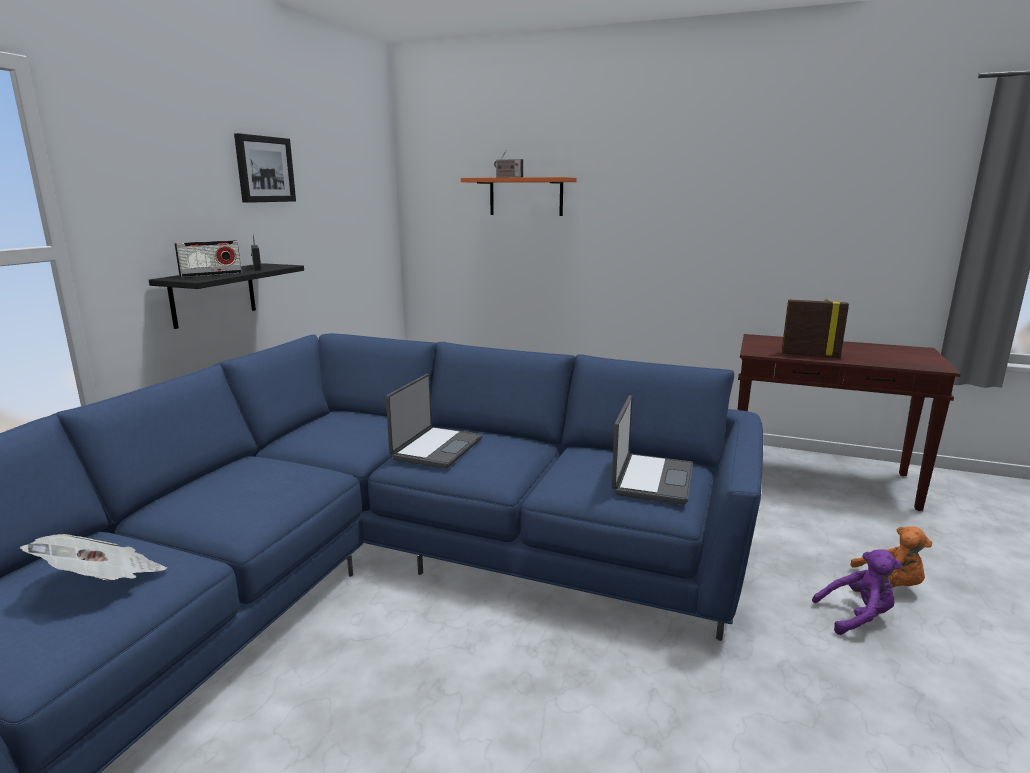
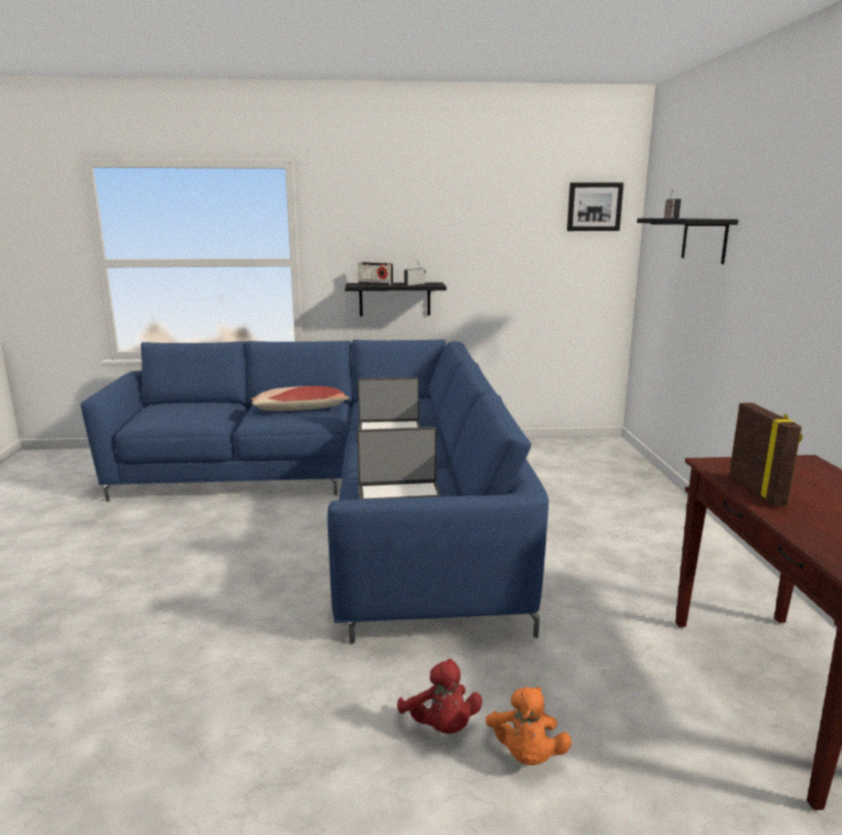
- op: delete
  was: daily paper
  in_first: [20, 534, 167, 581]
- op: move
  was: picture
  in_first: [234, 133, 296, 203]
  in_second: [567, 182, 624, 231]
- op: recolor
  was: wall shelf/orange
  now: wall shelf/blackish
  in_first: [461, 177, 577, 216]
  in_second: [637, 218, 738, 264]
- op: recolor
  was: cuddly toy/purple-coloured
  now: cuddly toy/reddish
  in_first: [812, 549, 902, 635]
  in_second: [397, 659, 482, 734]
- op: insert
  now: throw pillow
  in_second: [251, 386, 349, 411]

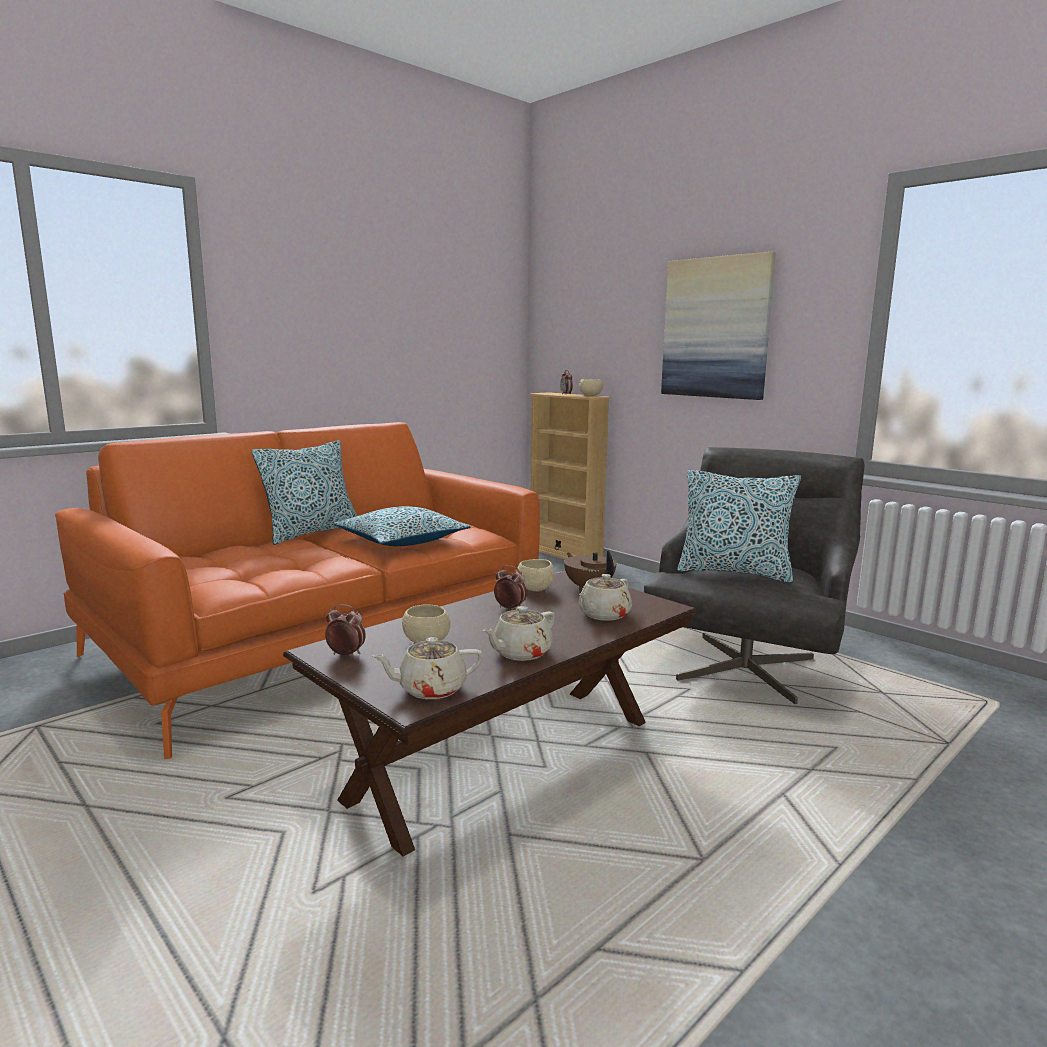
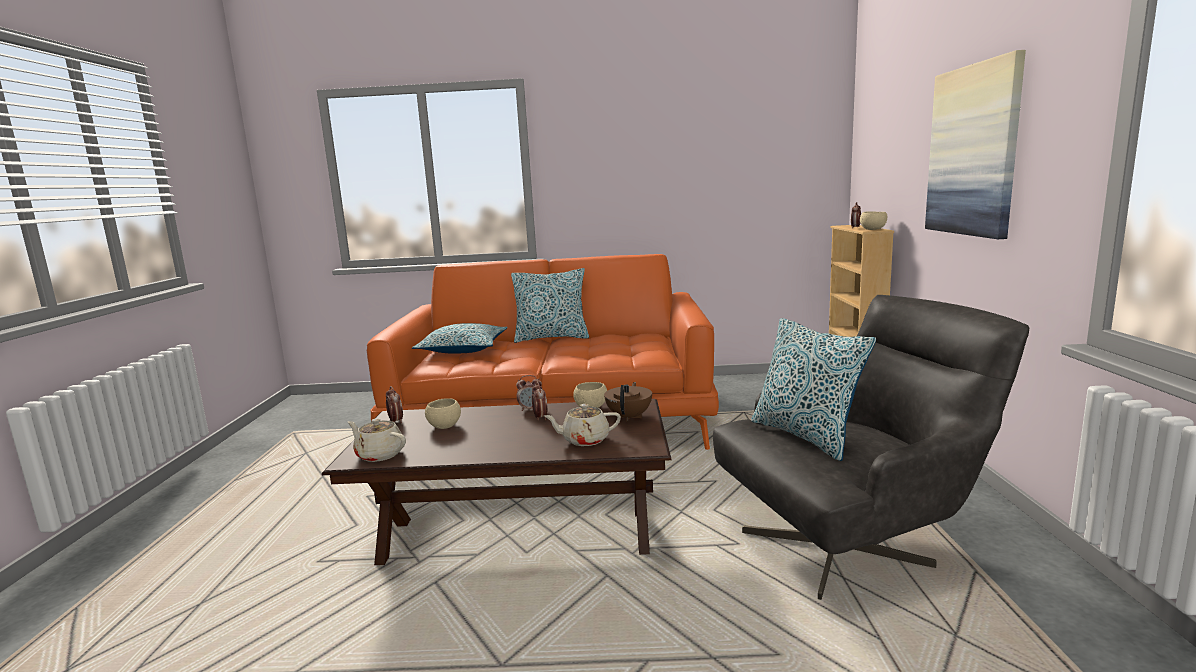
- op: move
  was: throw pillow
  in_first: [334, 506, 471, 546]
  in_second: [412, 323, 508, 353]
- op: delete
  was: tea pot/beige-coloured
  in_first: [483, 606, 555, 661]
- op: insert
  now: bedside clock
  in_second: [516, 375, 542, 411]

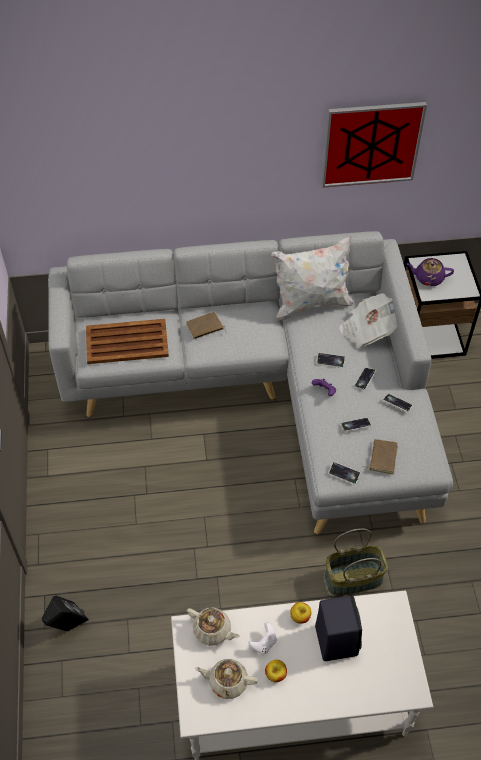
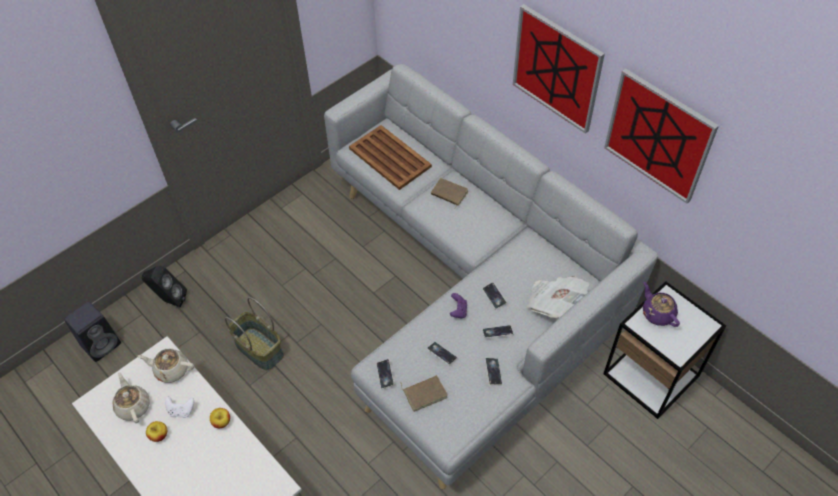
- op: rotate
  was: tea pot/beige-coloured
  in_first: [187, 607, 240, 646]
  in_second: [138, 349, 194, 383]
  clockwise: 105
- op: delete
  was: throw pillow/whitish
  in_first: [271, 235, 354, 320]
- op: move
  was: audio speaker/blackish
  in_first: [315, 595, 362, 661]
  in_second: [64, 302, 121, 362]
- op: move
  was: household basket
  in_first: [325, 528, 388, 596]
  in_second: [225, 297, 284, 370]
- op: insert
  now: picture
  in_second: [513, 4, 605, 134]

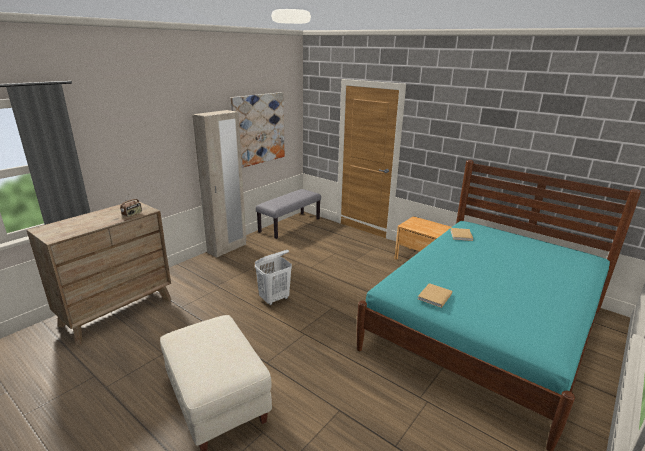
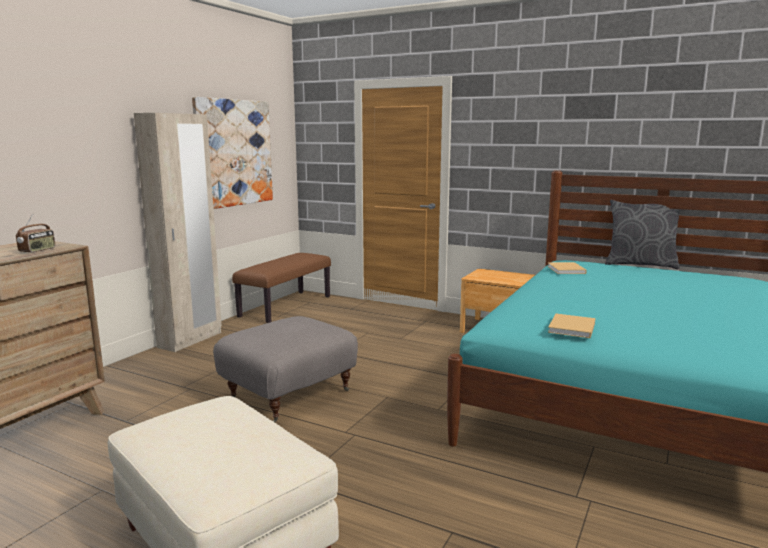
- op: replace
  was: washing basket/whitish
  now: pouffe/gray
  in_first: [255, 250, 292, 305]
  in_second: [213, 316, 358, 422]
- op: recolor
  was: indoor bench/gray
  now: indoor bench/brown-coloured
  in_first: [256, 189, 321, 239]
  in_second: [232, 253, 331, 323]
- op: insert
  now: throw pillow/gray
  in_second: [605, 200, 681, 269]

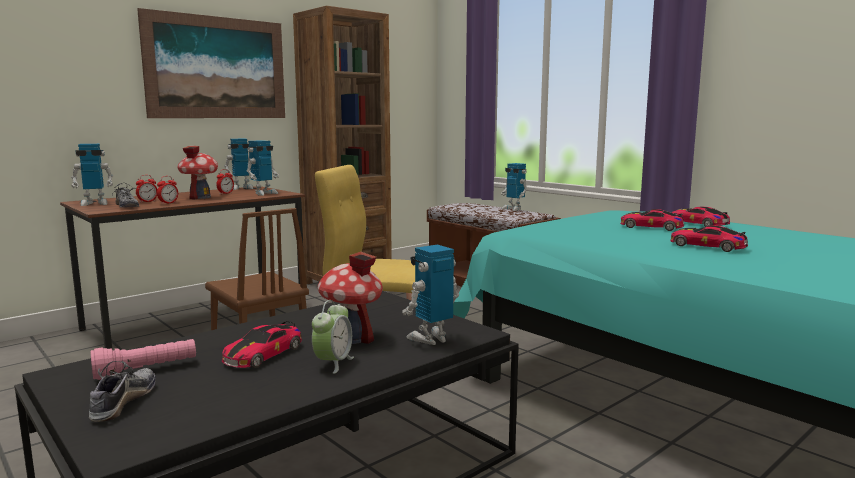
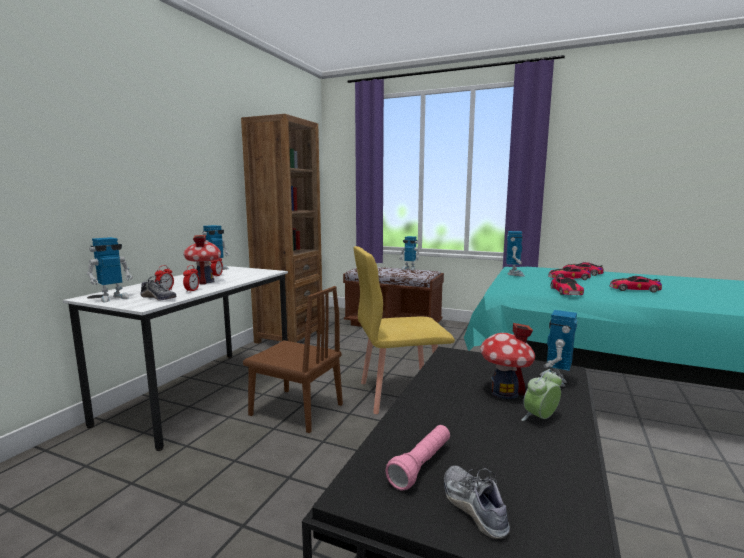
- op: recolor
  was: desk table/brown-coloured
  now: desk table/whitish
  in_first: [60, 186, 305, 349]
  in_second: [63, 266, 288, 451]
- op: delete
  was: picture
  in_first: [137, 8, 285, 118]
- op: move
  was: model car
  in_first: [222, 321, 302, 368]
  in_second: [551, 276, 584, 295]
- op: move
  was: model robot
  in_first: [246, 140, 279, 196]
  in_second: [506, 231, 525, 277]
- op: rotate
  was: bedside clock
  in_first: [312, 300, 354, 374]
  in_second: [521, 369, 562, 421]
  clockwise: -120

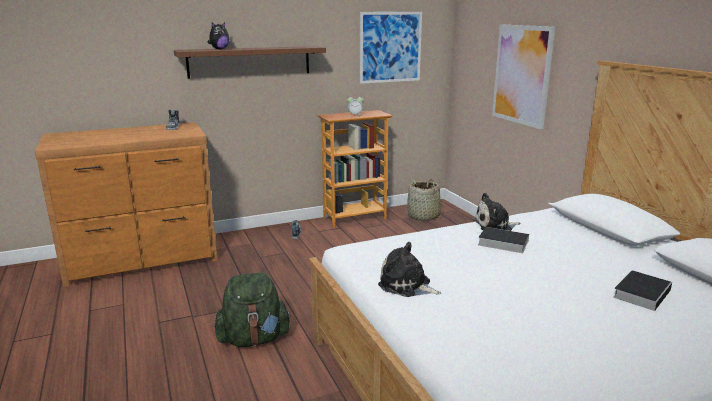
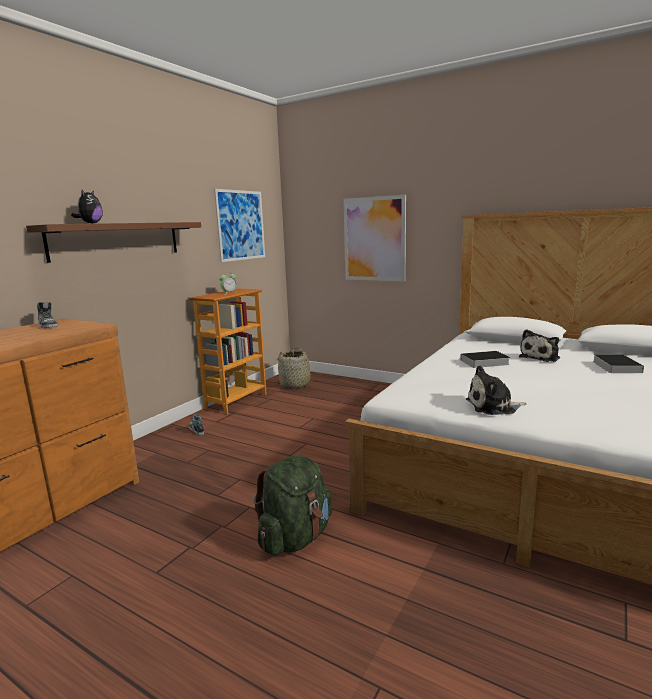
- op: move
  was: cuddly toy
  in_first: [473, 193, 520, 231]
  in_second: [519, 329, 560, 362]

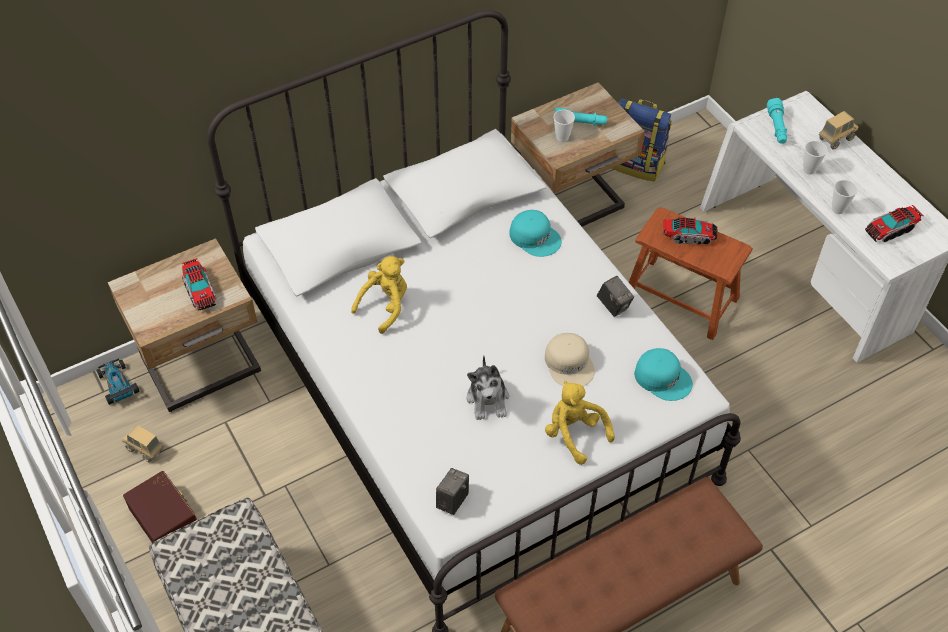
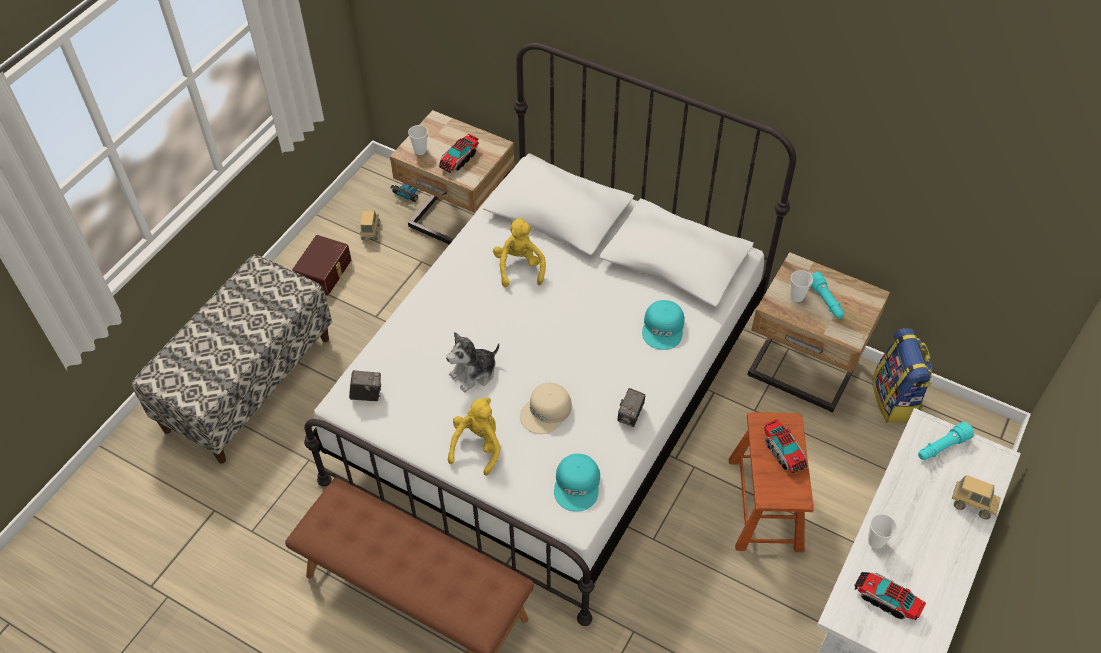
- op: rotate
  was: cuddly toy/yellowish
  in_first: [351, 256, 407, 334]
  in_second: [493, 218, 546, 287]
  clockwise: -105
- op: move
  was: small cup
  in_first: [803, 141, 828, 175]
  in_second: [408, 125, 428, 155]

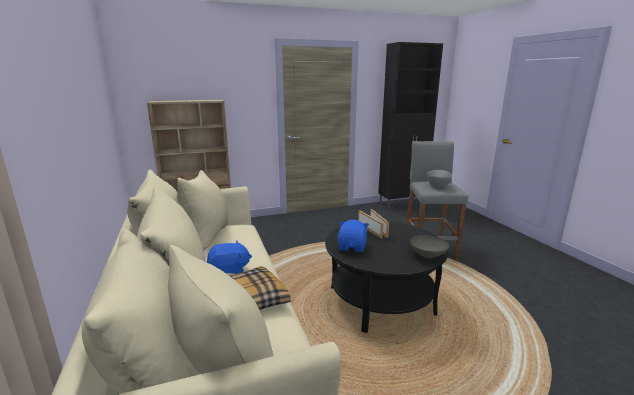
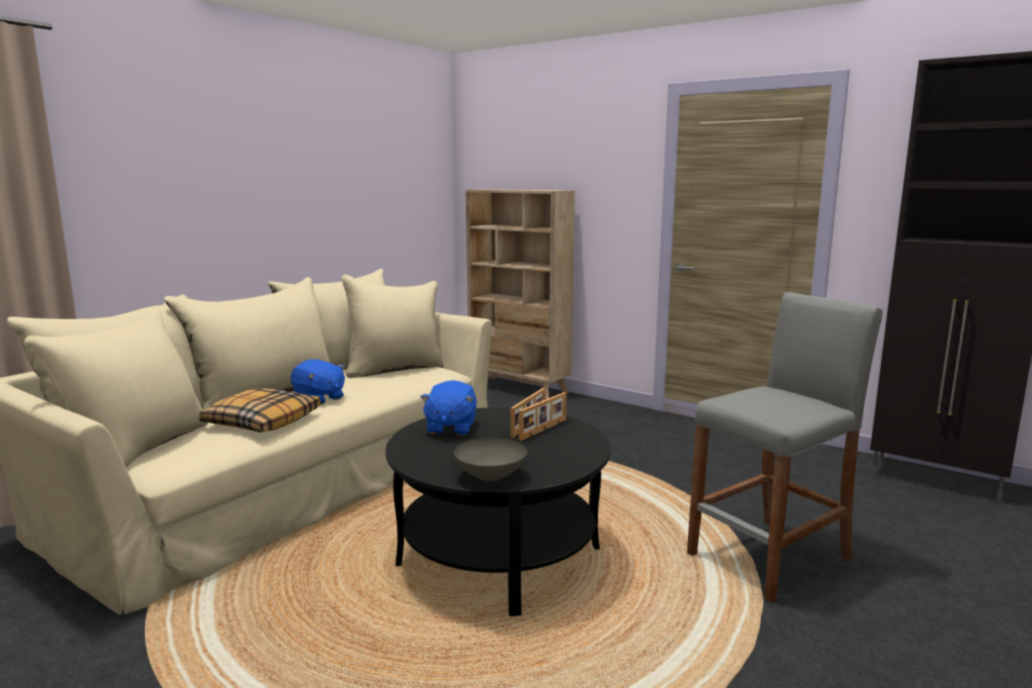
- op: rotate
  was: cuddly toy/blue-coloured
  in_first: [338, 220, 369, 252]
  in_second: [420, 380, 477, 436]
  clockwise: 120
- op: delete
  was: deep dish/gray
  in_first: [427, 170, 452, 188]

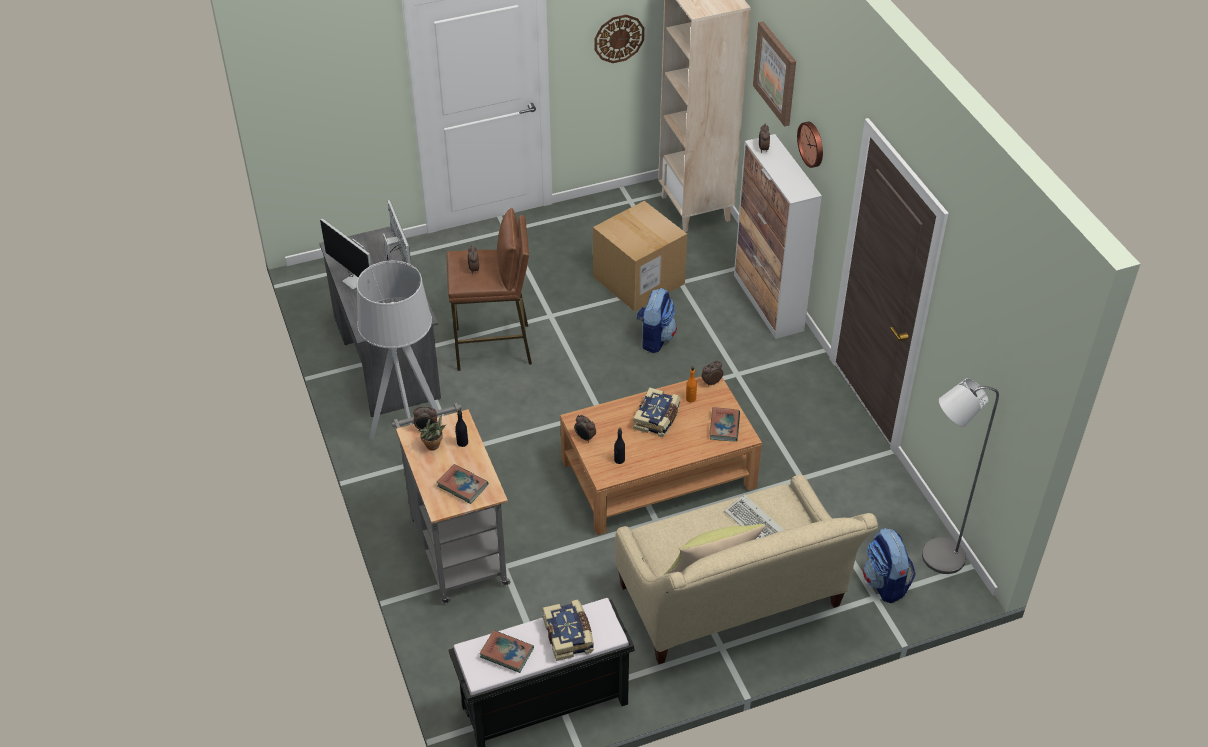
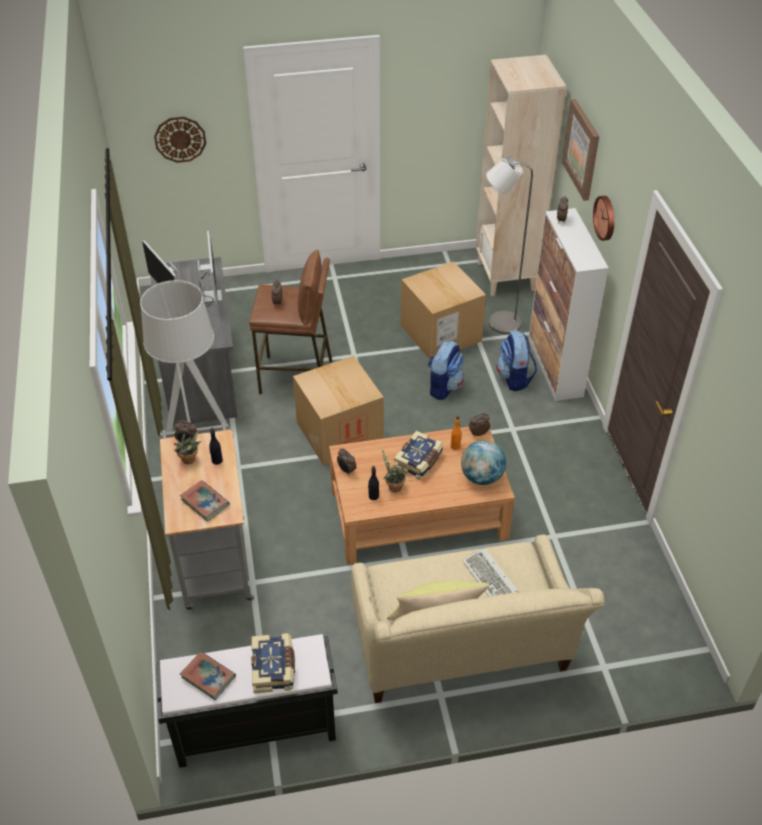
- op: move
  was: hanging clock
  in_first: [595, 15, 645, 63]
  in_second: [154, 117, 206, 163]
- op: replace
  was: bound book
  now: world globe
  in_first: [709, 407, 740, 442]
  in_second: [461, 440, 506, 485]
- op: move
  was: backpack
  in_first: [863, 528, 916, 603]
  in_second: [496, 330, 537, 392]
- op: move
  was: floor lamp/gray
  in_first: [922, 378, 999, 574]
  in_second: [486, 156, 533, 334]
- op: insert
  now: carton
  in_second: [293, 356, 384, 466]
- op: insert
  now: houseplant
  in_second: [382, 449, 405, 492]

